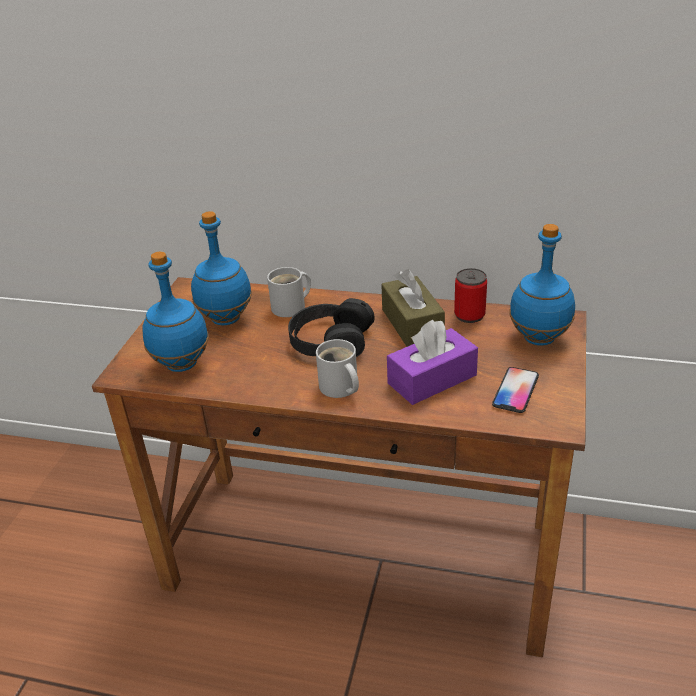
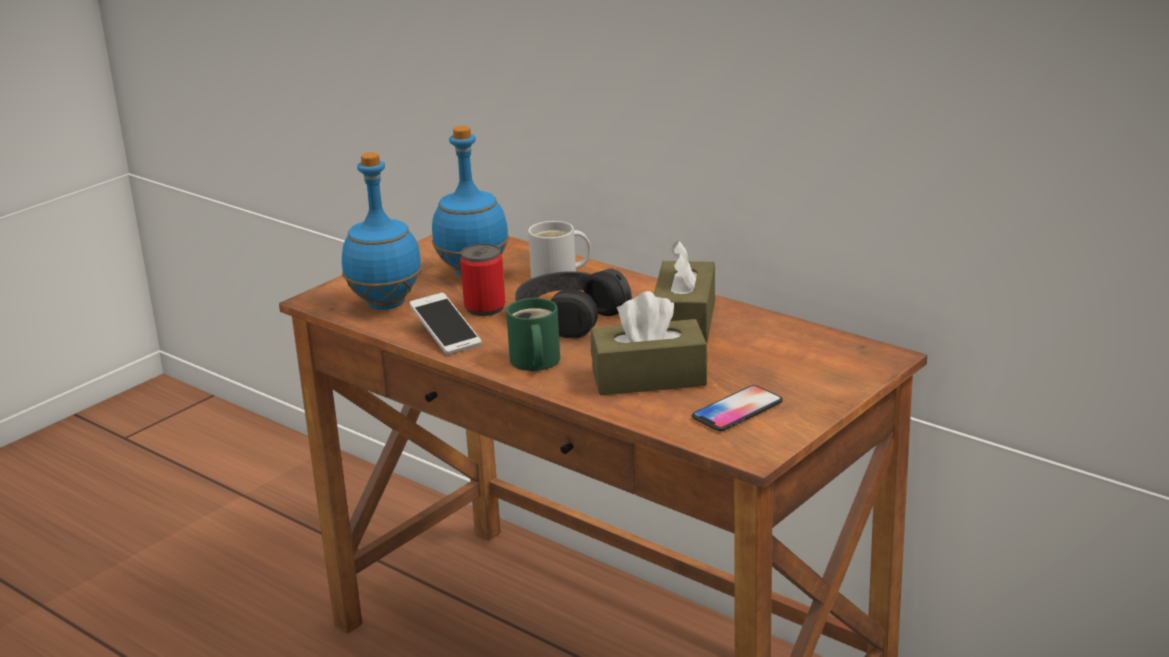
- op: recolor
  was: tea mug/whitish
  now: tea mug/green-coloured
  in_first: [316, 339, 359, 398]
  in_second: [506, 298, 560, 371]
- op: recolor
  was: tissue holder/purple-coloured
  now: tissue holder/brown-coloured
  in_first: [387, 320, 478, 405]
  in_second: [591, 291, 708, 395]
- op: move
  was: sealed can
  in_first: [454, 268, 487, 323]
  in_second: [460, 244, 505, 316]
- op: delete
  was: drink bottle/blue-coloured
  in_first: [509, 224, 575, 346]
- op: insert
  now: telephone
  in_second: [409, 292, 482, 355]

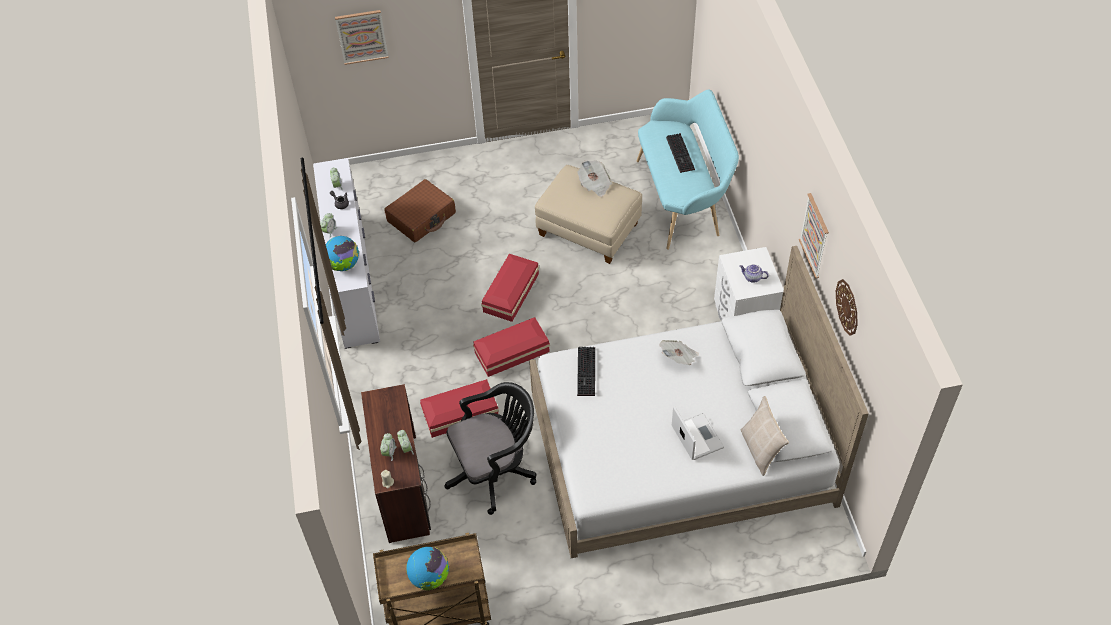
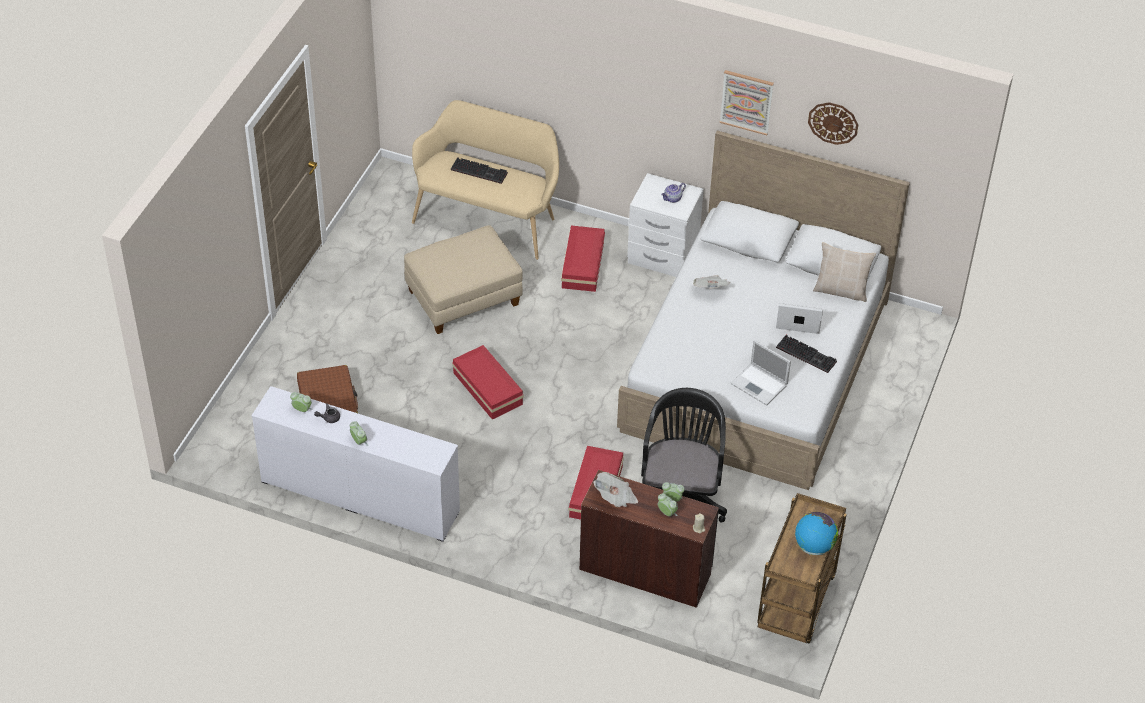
- op: delete
  was: world globe
  in_first: [326, 236, 359, 271]
- op: delete
  was: picture
  in_first: [335, 10, 388, 65]
- op: move
  was: storage box/reddish
  in_first: [473, 317, 550, 377]
  in_second: [561, 226, 605, 292]
- op: move
  was: daily paper
  in_first: [577, 160, 612, 197]
  in_second: [593, 472, 638, 508]
- op: move
  was: PC keyboard
  in_first: [577, 347, 595, 396]
  in_second: [776, 335, 837, 373]
- op: recolor
  was: indoor bench/turquoise
  now: indoor bench/beige-coloured
  in_first: [636, 89, 739, 250]
  in_second: [412, 100, 559, 260]
- op: insert
  now: notebook computer
  in_second: [731, 340, 791, 406]

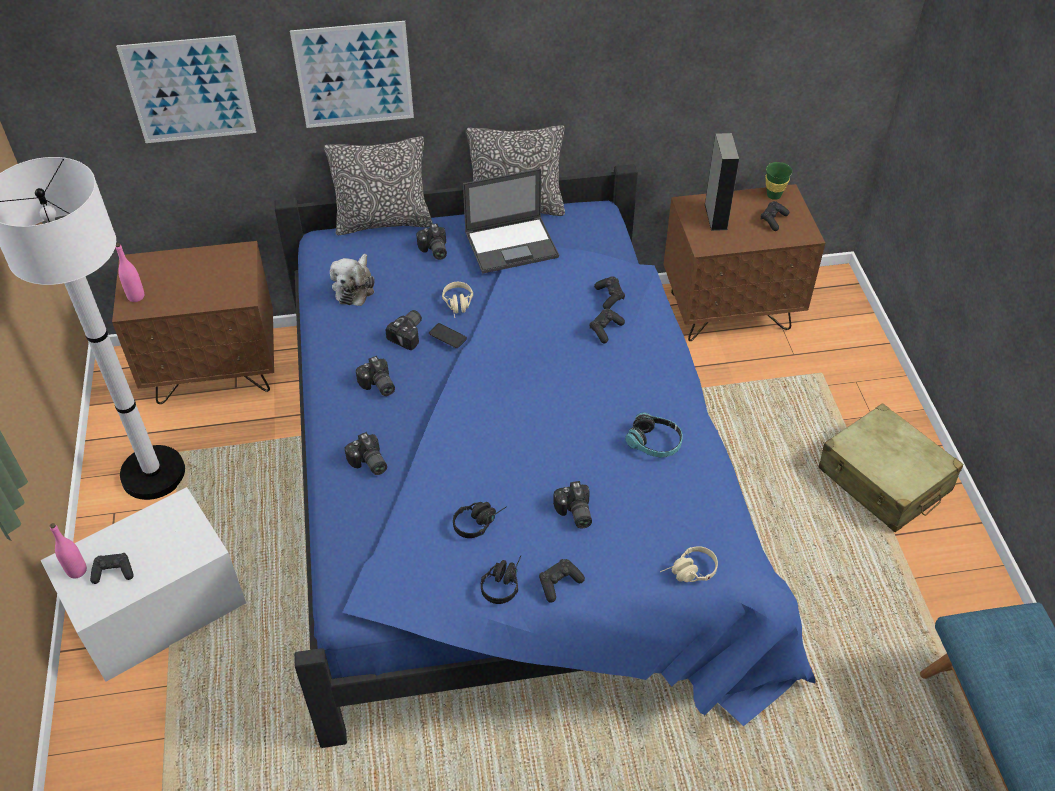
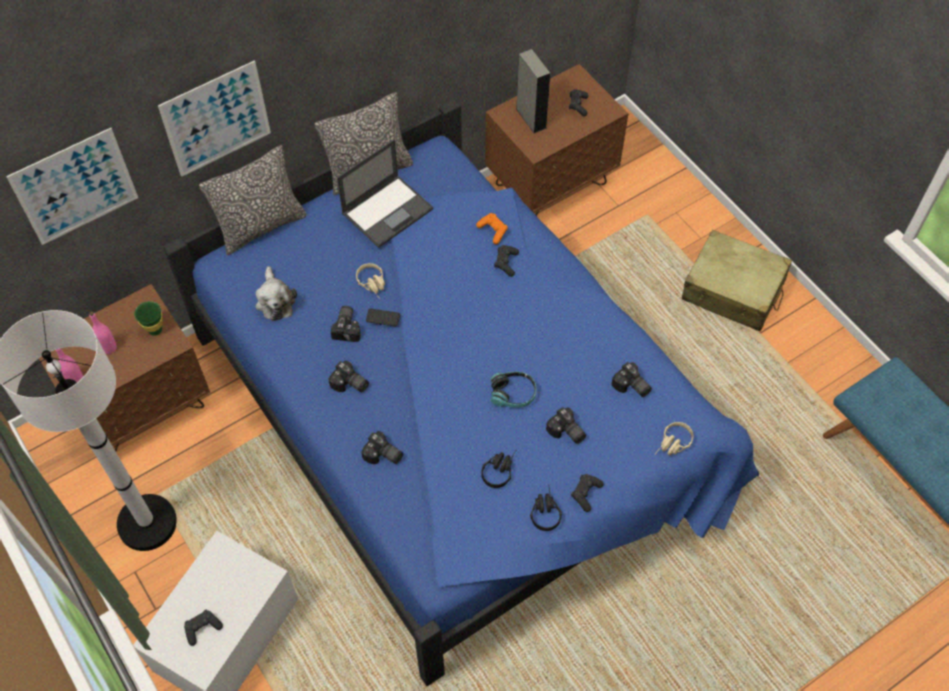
- op: move
  was: drink bottle/pink
  in_first: [50, 523, 87, 578]
  in_second: [89, 312, 117, 355]
- op: move
  was: photo camera
  in_first: [416, 224, 447, 260]
  in_second: [611, 362, 652, 397]
- op: recolor
  was: joypad/blackish
  now: joypad/orange
  in_first: [594, 276, 625, 309]
  in_second: [476, 213, 508, 244]
- op: move
  was: headphones
  in_first: [625, 412, 683, 458]
  in_second: [491, 371, 537, 408]
- op: move
  was: small cup/green-coloured
  in_first: [766, 162, 792, 200]
  in_second: [134, 301, 163, 336]

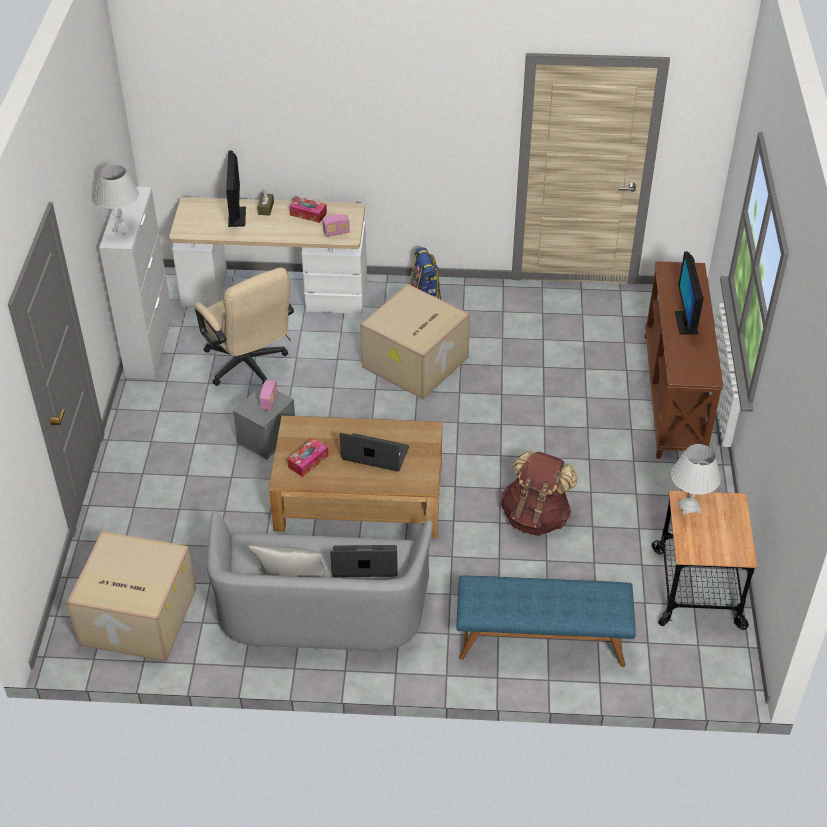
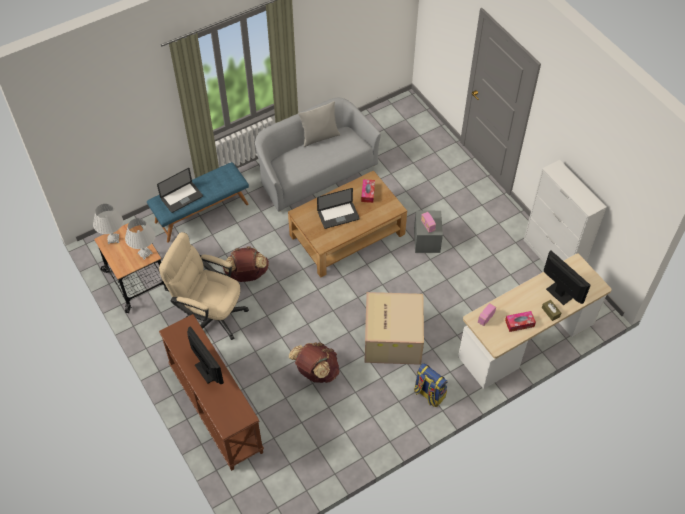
- op: delete
  was: carton
  in_first: [67, 531, 196, 662]
- op: move
  was: table lamp/whitish
  in_first: [94, 165, 139, 236]
  in_second: [93, 204, 123, 244]
- op: move
  was: desk chair/beige-coloured
  in_first: [195, 268, 294, 386]
  in_second: [159, 232, 249, 340]
- op: move
  was: notebook computer
  in_first: [330, 545, 398, 577]
  in_second: [157, 168, 203, 213]
- op: insert
  now: backpack/brown-coloured
  in_second: [289, 342, 340, 383]

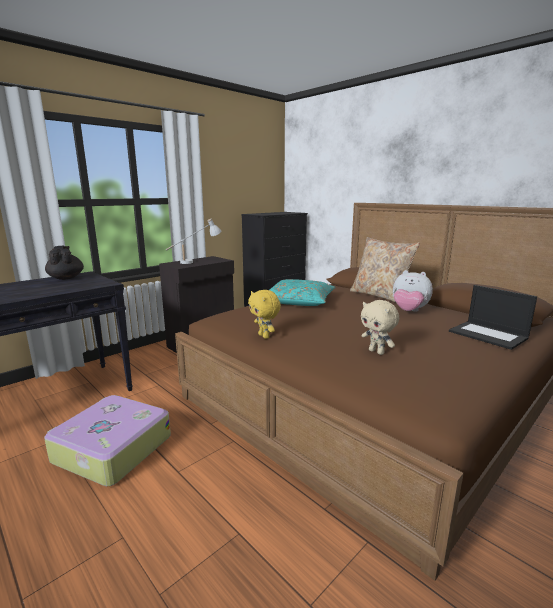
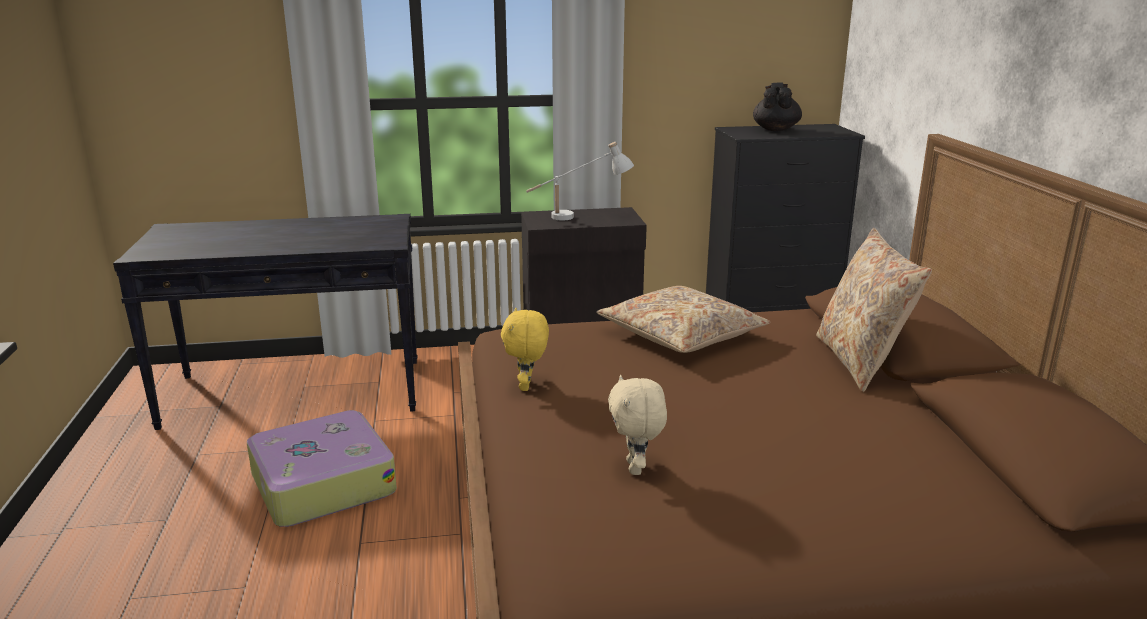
- op: move
  was: tea pot/blackish
  in_first: [45, 246, 84, 280]
  in_second: [753, 83, 802, 131]
- op: recolor
  was: throw pillow/turquoise
  now: throw pillow/beige-coloured
  in_first: [270, 279, 336, 306]
  in_second: [597, 286, 770, 353]
- op: delete
  was: cuddly toy
  in_first: [393, 270, 433, 311]
- op: delete
  was: notebook computer
  in_first: [449, 285, 537, 350]

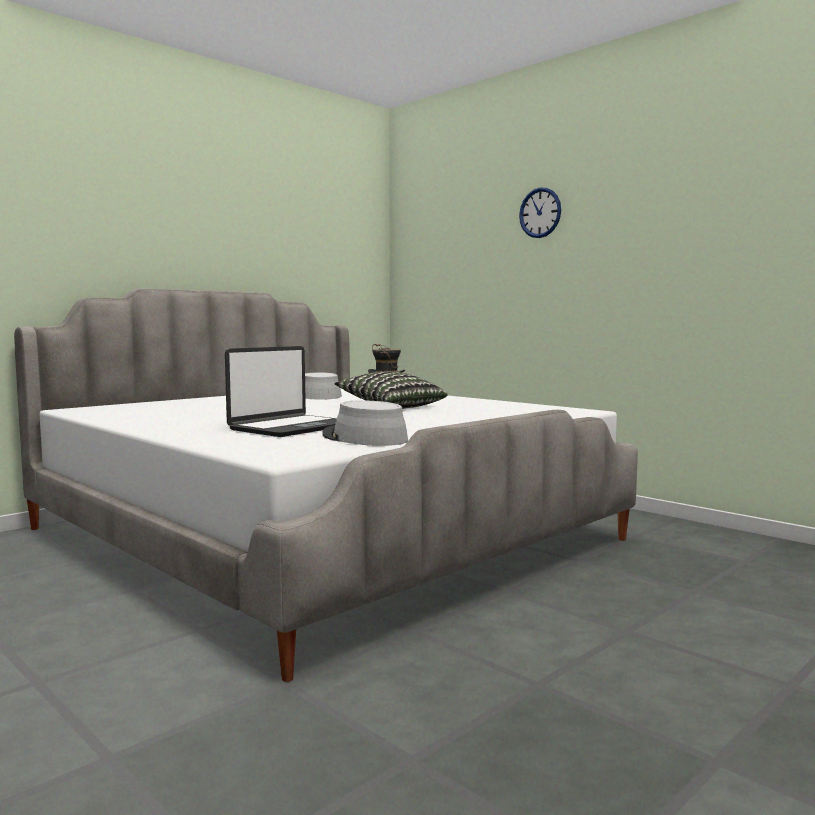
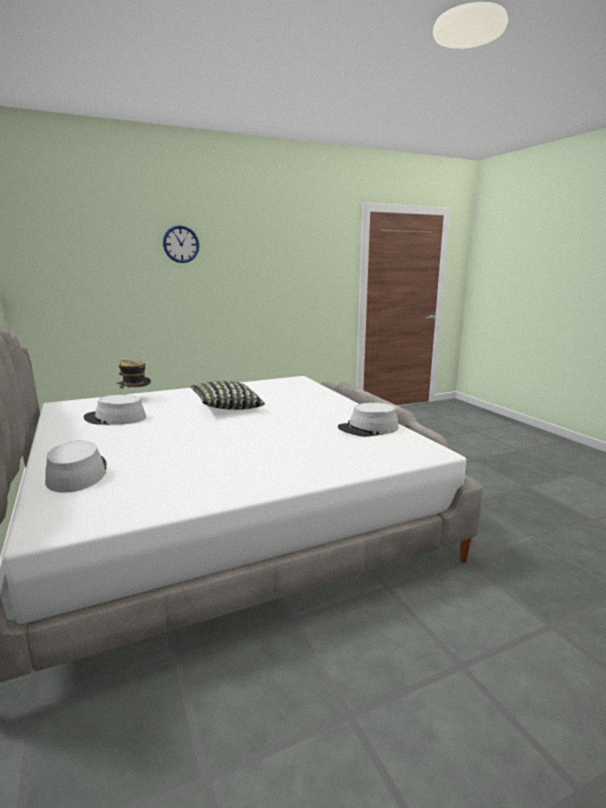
- op: delete
  was: notebook computer
  in_first: [225, 346, 337, 437]
- op: insert
  now: hat/gray
  in_second: [45, 441, 107, 493]

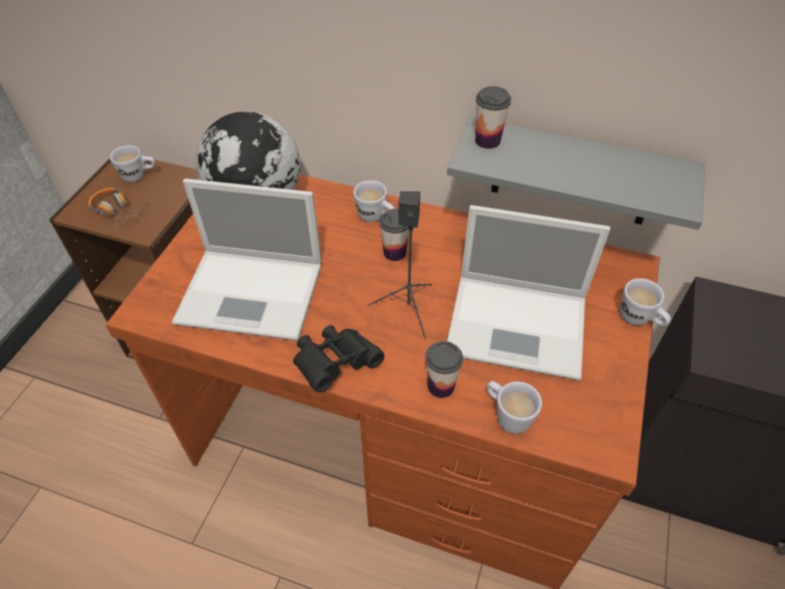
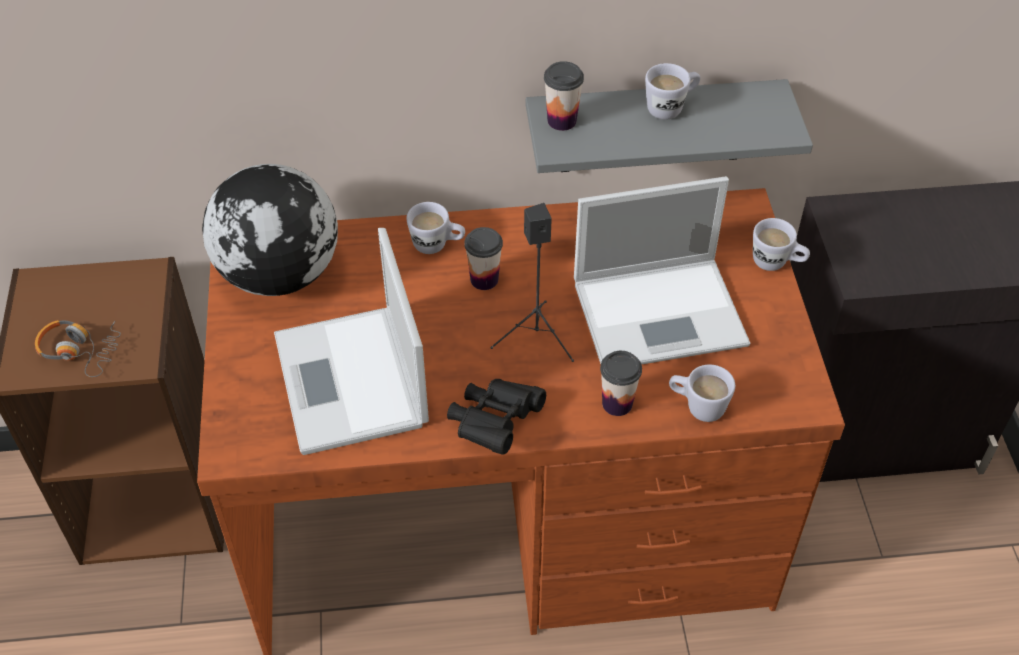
- op: move
  was: tea mug/whitish
  in_first: [110, 145, 155, 182]
  in_second: [645, 63, 700, 120]
- op: rotate
  was: notebook computer
  in_first: [172, 179, 322, 341]
  in_second: [274, 228, 429, 455]
  clockwise: 90

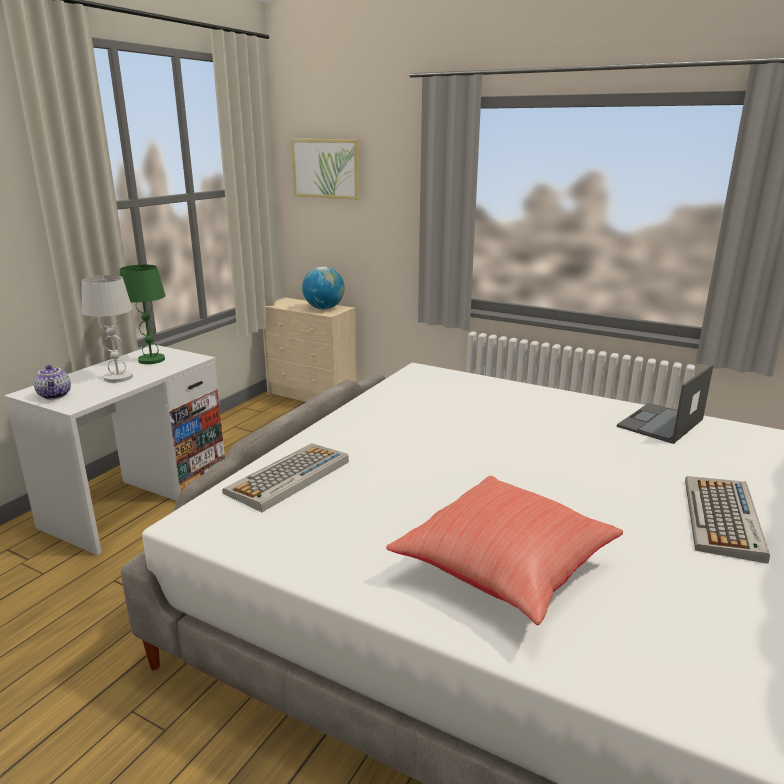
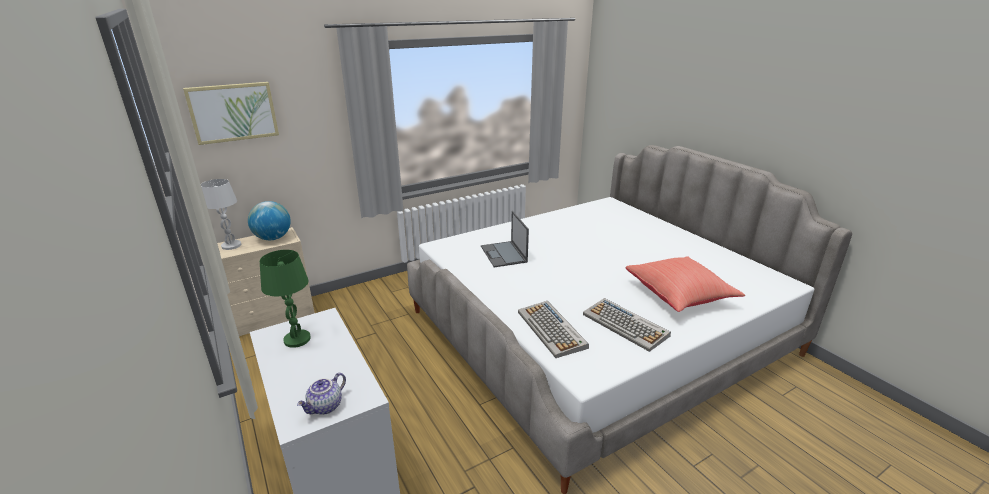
- op: rotate
  was: tea pot
  in_first: [34, 365, 71, 400]
  in_second: [297, 373, 346, 415]
  clockwise: 120
- op: move
  was: table lamp/whitish
  in_first: [82, 275, 133, 383]
  in_second: [201, 179, 241, 250]
- op: move
  was: notebook computer
  in_first: [617, 365, 714, 444]
  in_second: [481, 211, 529, 267]
- op: move
  was: PC keyboard
  in_first: [685, 476, 770, 564]
  in_second: [583, 298, 671, 352]

